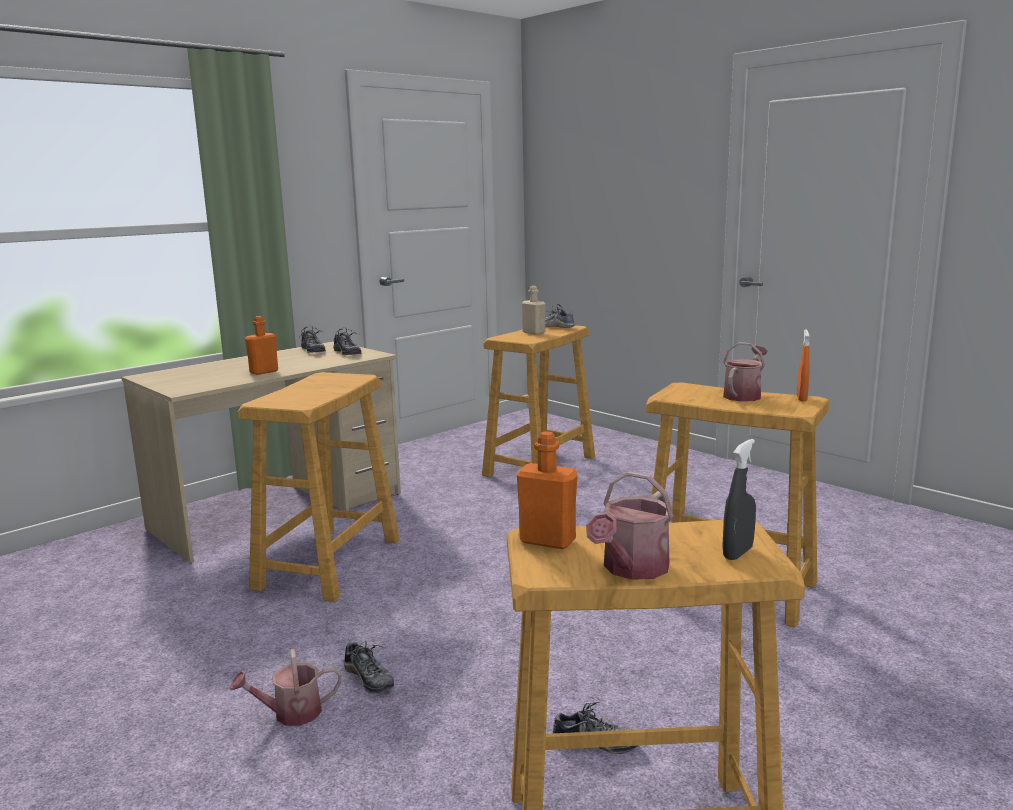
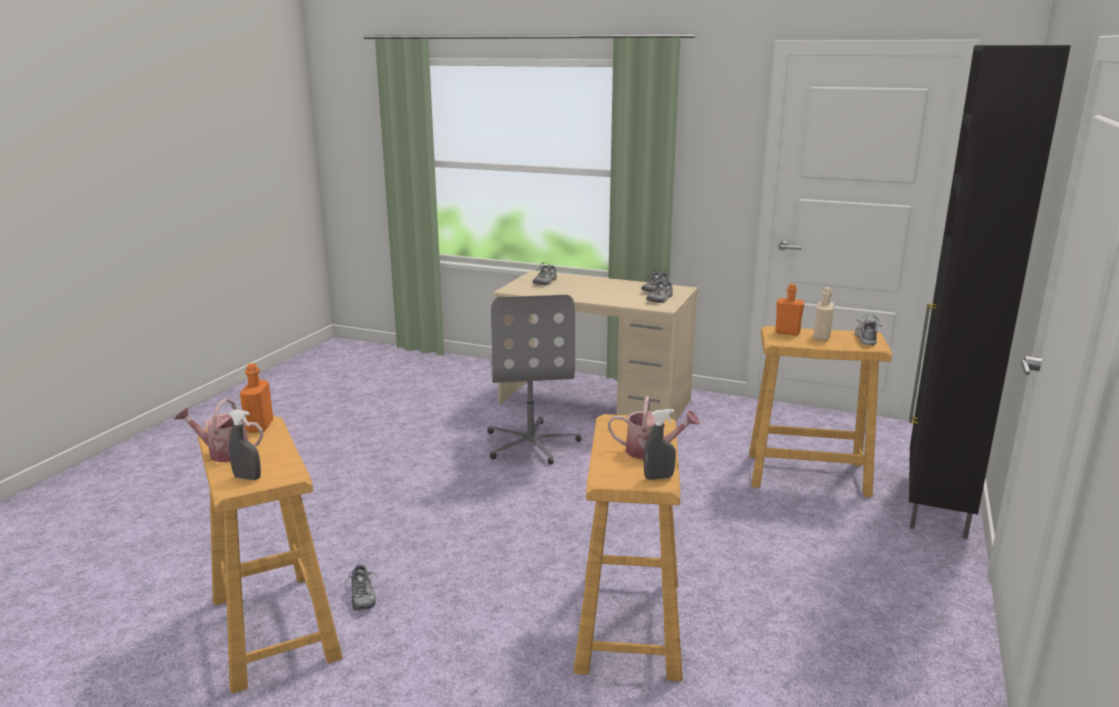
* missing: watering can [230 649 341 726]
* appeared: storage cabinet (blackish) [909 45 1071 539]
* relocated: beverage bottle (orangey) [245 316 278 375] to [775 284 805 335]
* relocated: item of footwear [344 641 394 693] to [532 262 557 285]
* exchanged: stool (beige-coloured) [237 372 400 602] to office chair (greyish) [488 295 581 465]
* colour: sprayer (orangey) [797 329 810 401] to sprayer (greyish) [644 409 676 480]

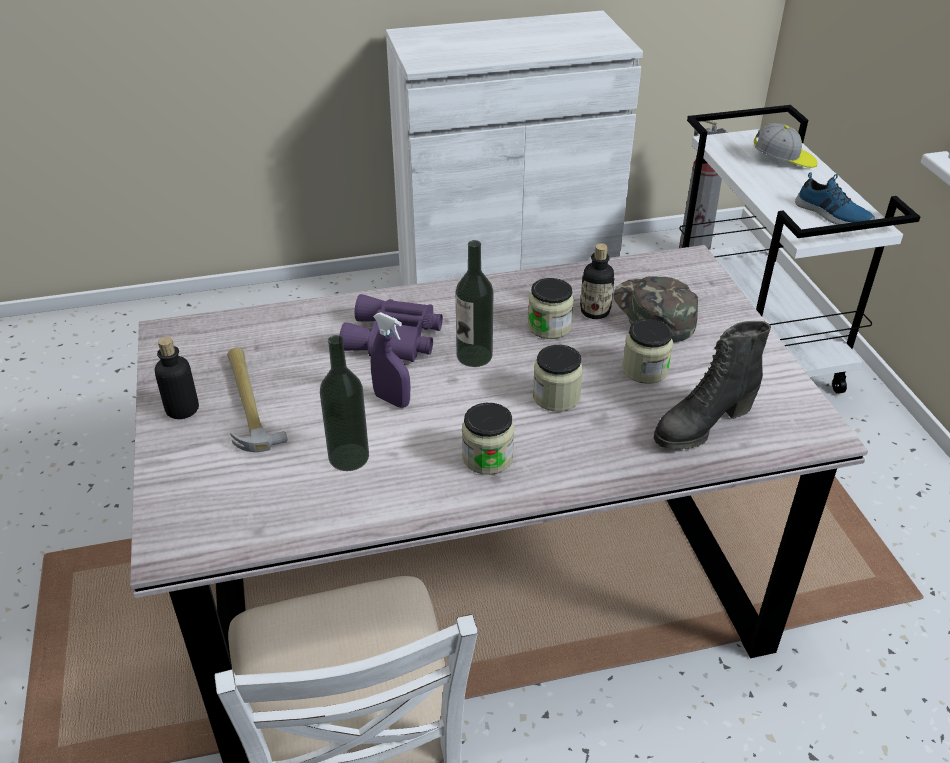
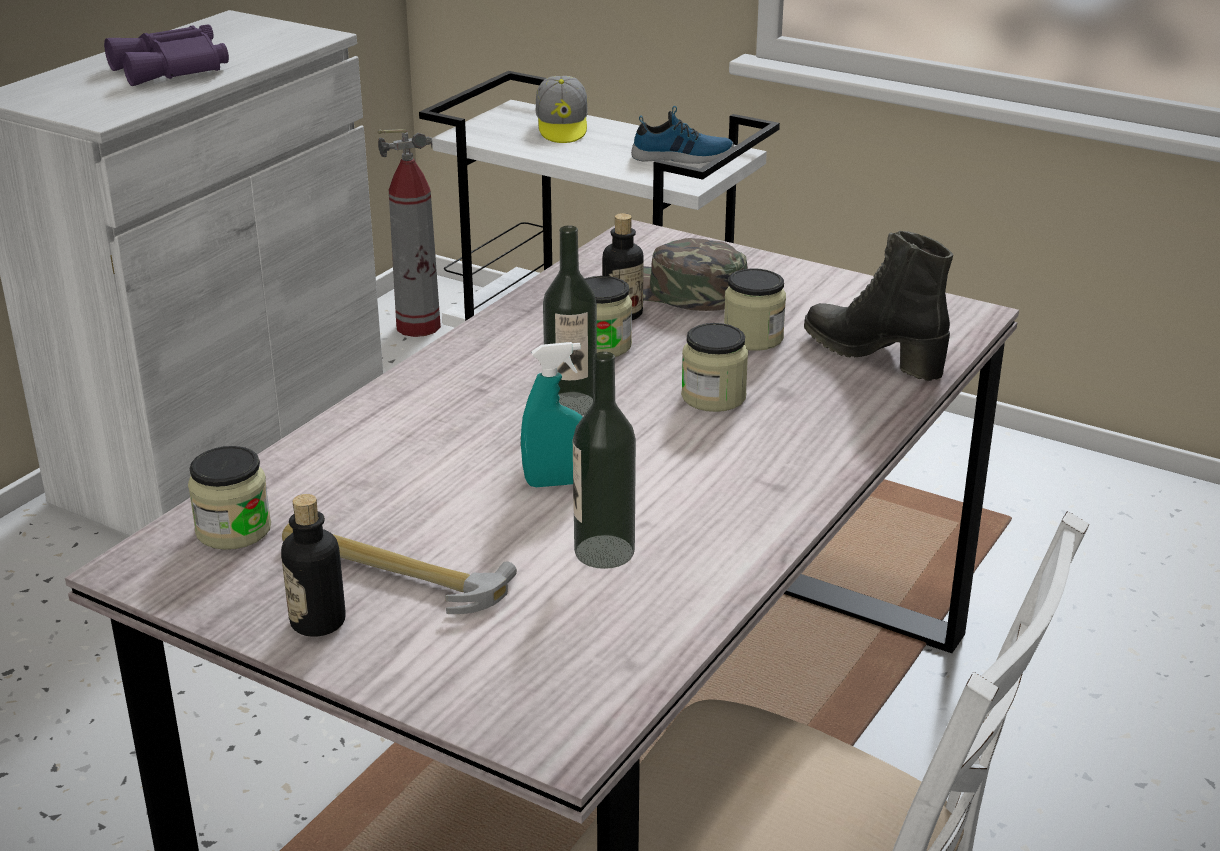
* relocated: binoculars (purple) [339 294 443 362] to [104 24 229 86]
* relocated: jar [462 403 514 475] to [188 446 271 550]
* colour: sprayer (purple) [371 312 410 408] to sprayer (turquoise) [521 342 583 487]
* spun: boot (blackish) [654 321 771 450] = [804 231 953 381] 120 degrees clockwise
* spun: cap [754 123 818 168] = [536 76 588 143] 120 degrees clockwise

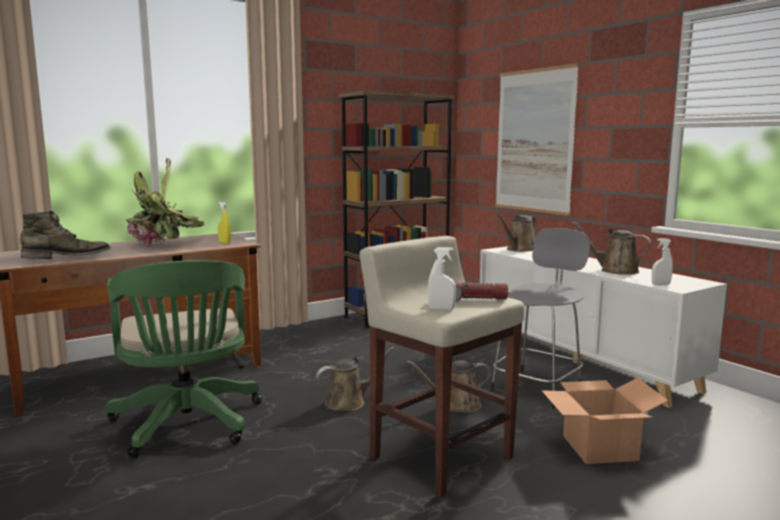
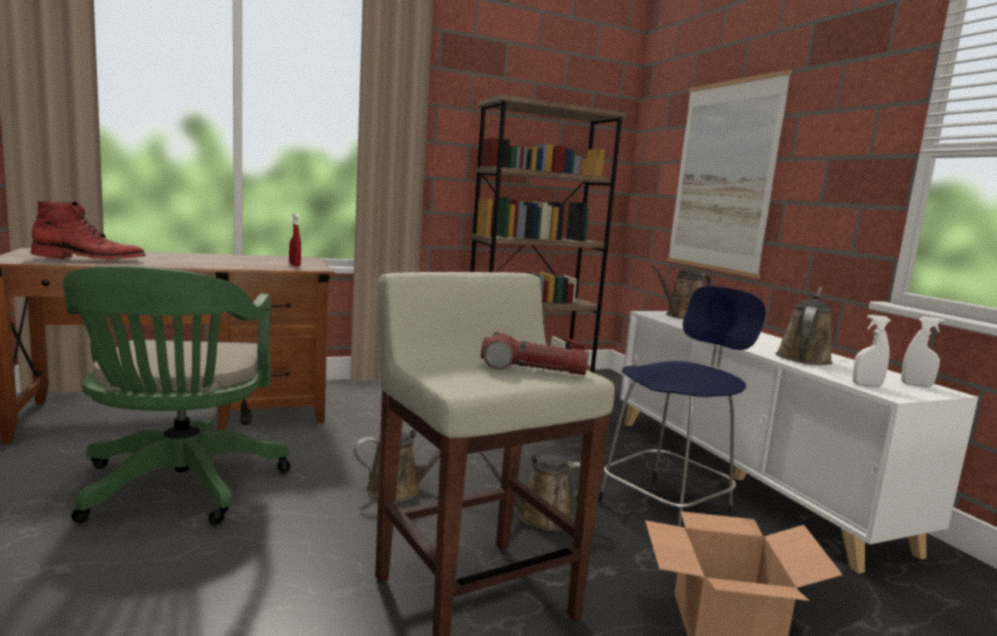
* missing: houseplant [125 158 204 247]
* relocated: sprayer (whitish) [428 247 456 310] to [901 316 945 387]
* colour: boot (green-coloured) [20 211 111 259] to boot (red) [30 200 146 259]
* colour: sprayer (yellow) [218 202 231 244] to sprayer (red) [289 214 301 266]
* colour: stool (greyish) [490 228 590 409] to stool (bluish) [598 286 766 527]
* spun: watering can (brown-coloured) [572 222 652 275] = [776 287 833 365] 75 degrees clockwise

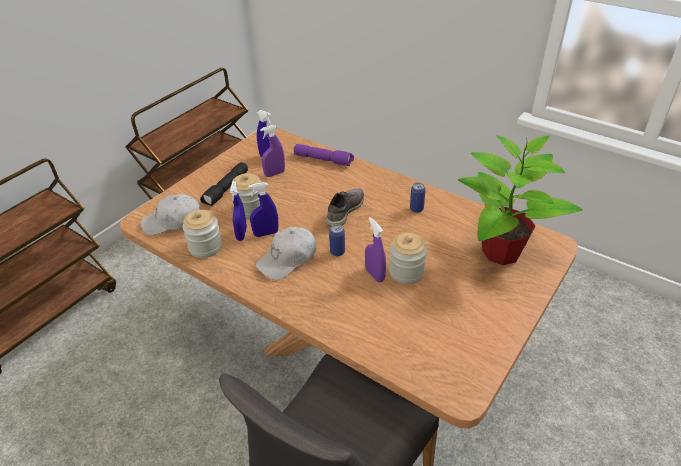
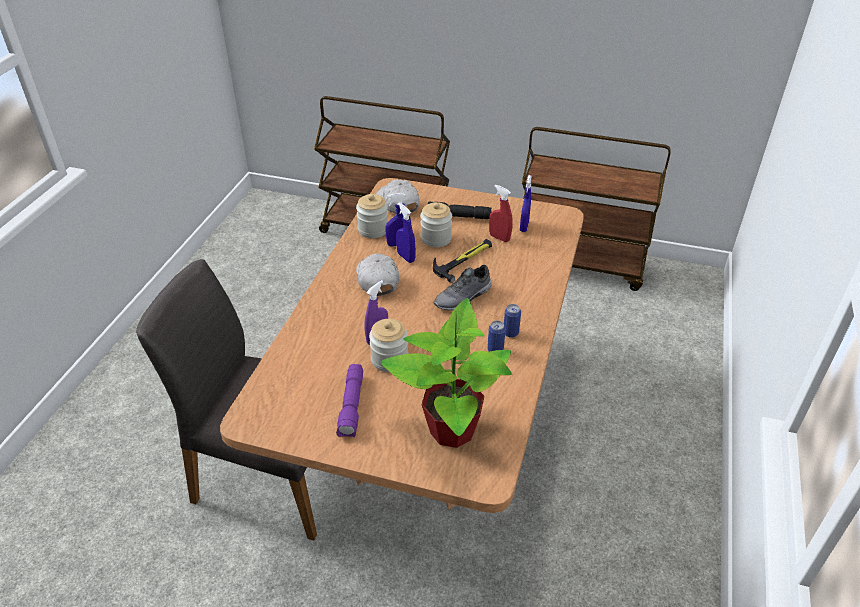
* appeared: hand hammer [433 239 492 283]
* relocated: hand torch (purple) [293 144 354 166] to [337 364 363 437]
* relocated: metal can [329 224 345 256] to [504 304 521 338]
* colour: sprayer (purple) [260 125 285 177] to sprayer (red) [489 185 513 242]
* spun: cap (whitish) [256 227 317 280] = [356 253 399 296] 45 degrees clockwise
* spun: item of footwear (greyish) [326 189 364 227] = [434 265 492 311] 135 degrees clockwise

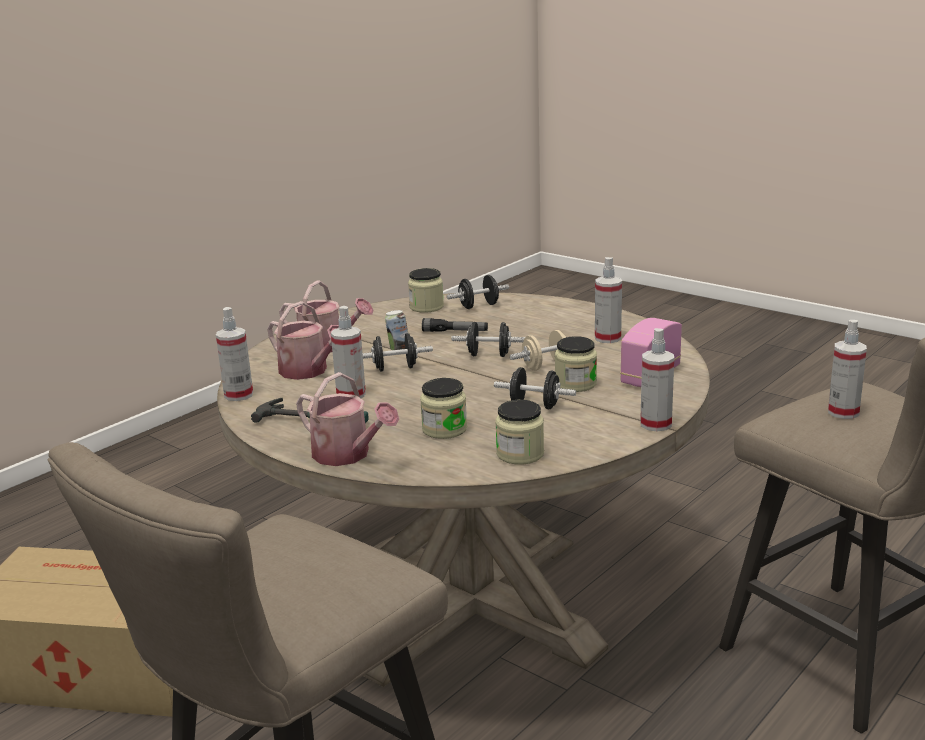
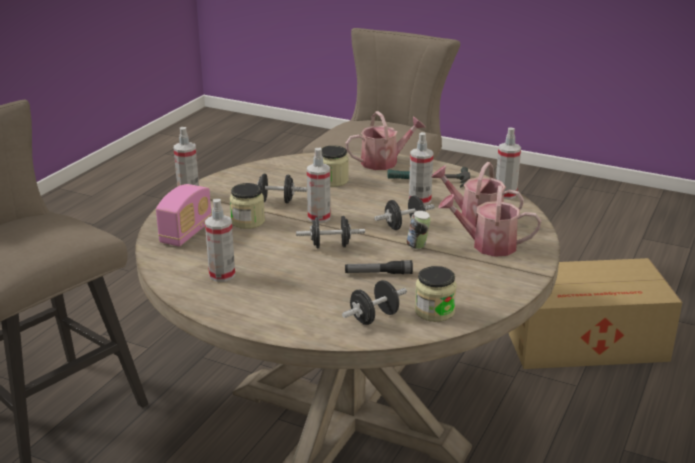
* missing: jar [495 400 544 465]
* missing: hand weight (beige-coloured) [510 330 566 371]
* relocated: sprayer [828 320 867 419] to [307 148 331 223]
* spun: watering can [296 372 399 466] = [346 111 425 170] 135 degrees clockwise

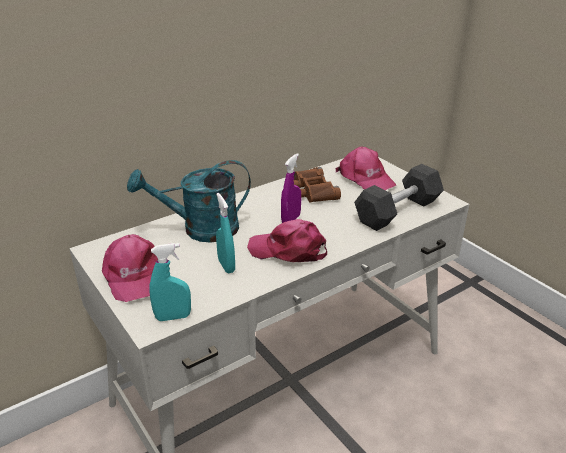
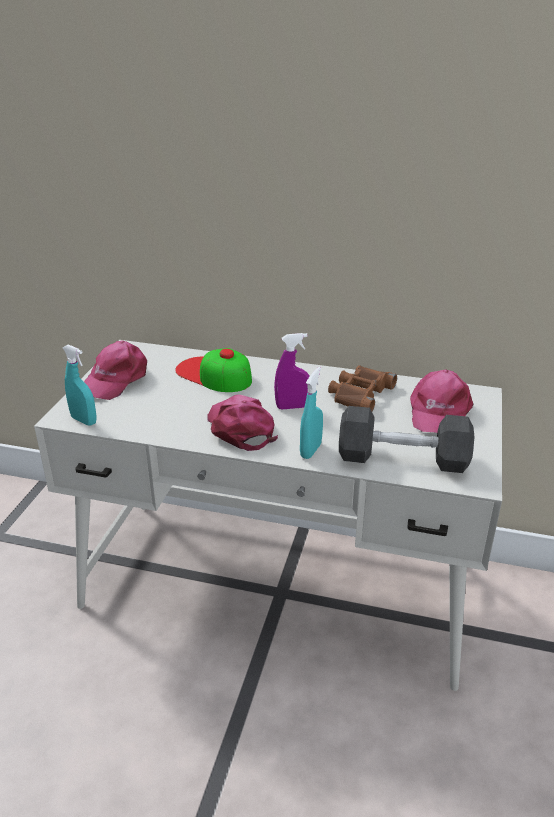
* relocated: sprayer (turquoise) [216 193 235 273] to [300 367 323 459]
* exchanged: watering can (turquoise) [127 160 251 243] to cap [175 348 252 392]

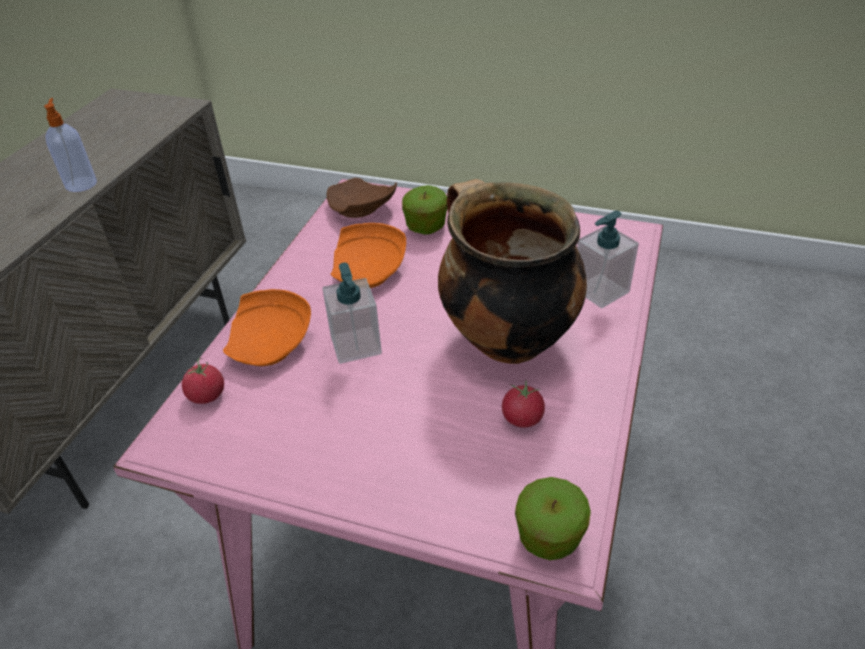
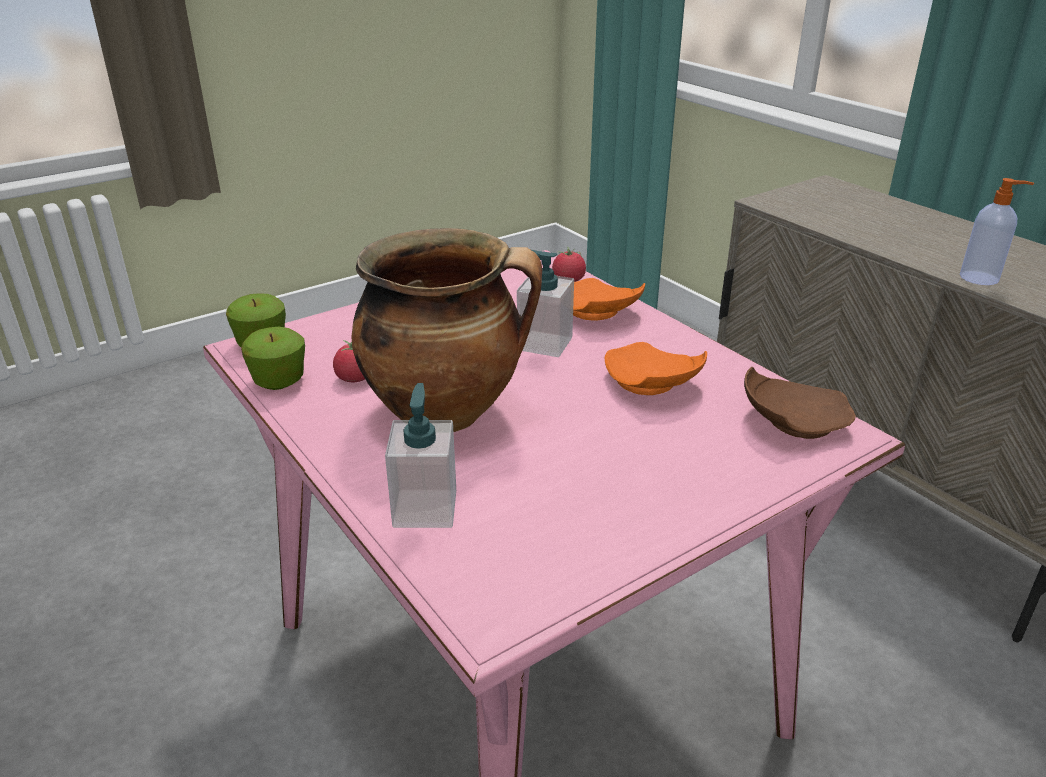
* relocated: apple fruit [402 185 447 234] to [241 327 305 390]

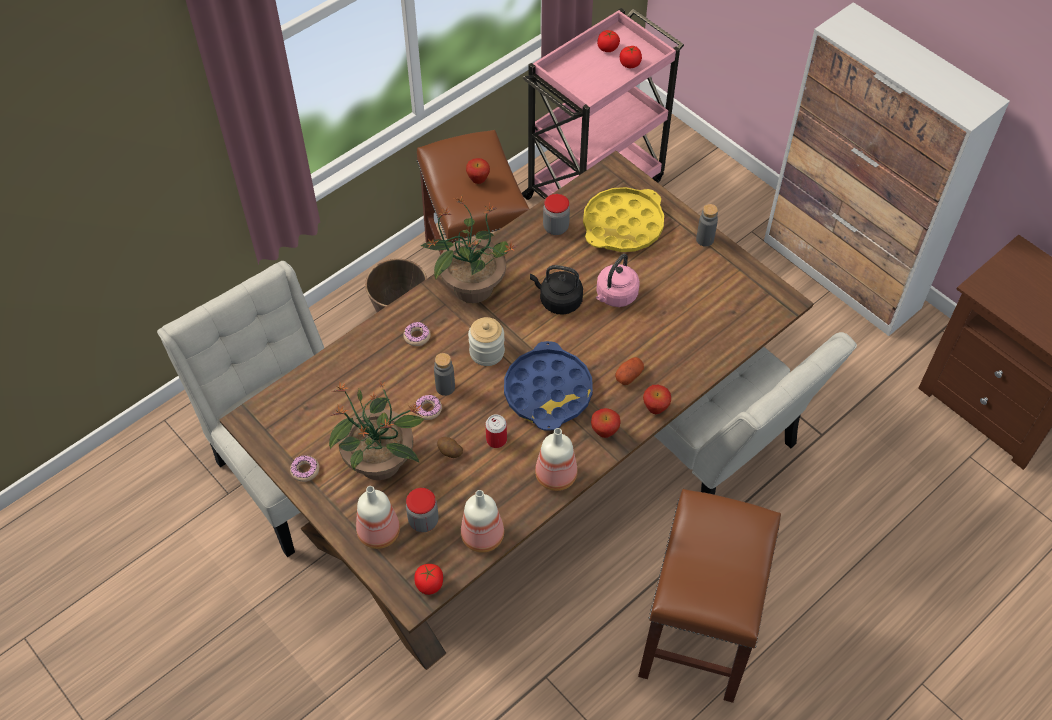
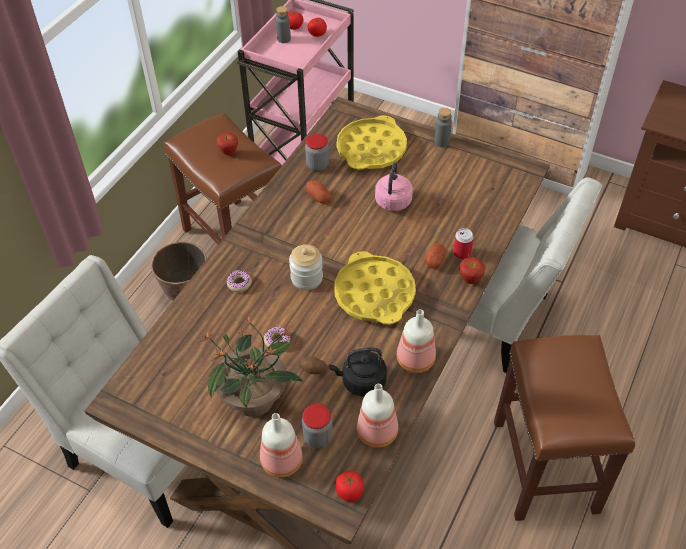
* missing: doughnut [290 455 319 482]
* missing: houseplant [421 196 518 303]
* missing: apple fruit [591 408 620 438]
* appeared: whole potato [306 180 331 203]
* relocated: beverage bottle (greyish) [434 353 455 396] to [276 6 291 43]
* relocated: metal can [485 414 507 448] to [453 228 474 259]
* relocated: tea kettle (blackish) [530 265 583 315] to [329 347 387 396]
* colour: serving tray (bluish) [504 341 593 431] to serving tray (yellow) [334 251 416 325]

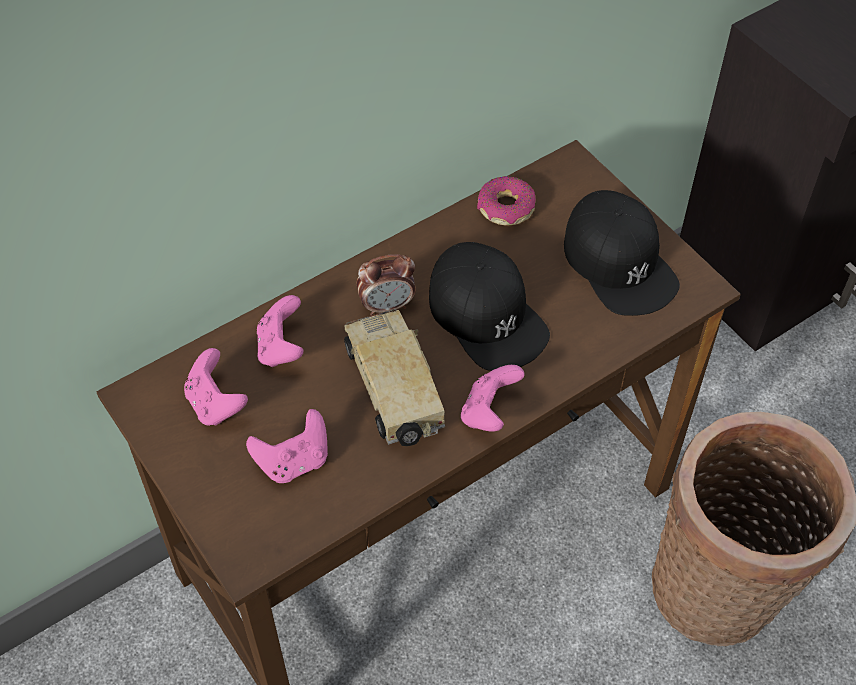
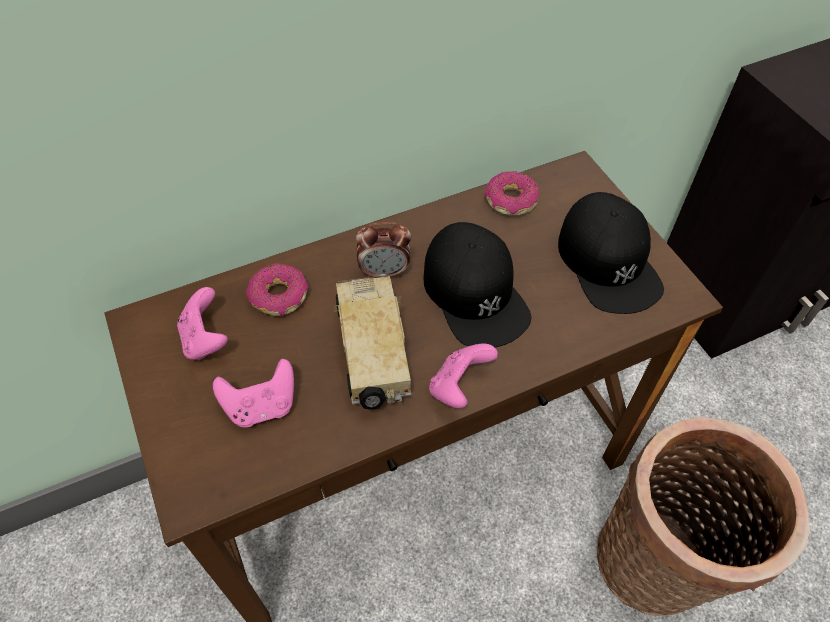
* exchanged: joypad (pink-coloured) [257 295 304 367] to doughnut [246 264 309 316]

